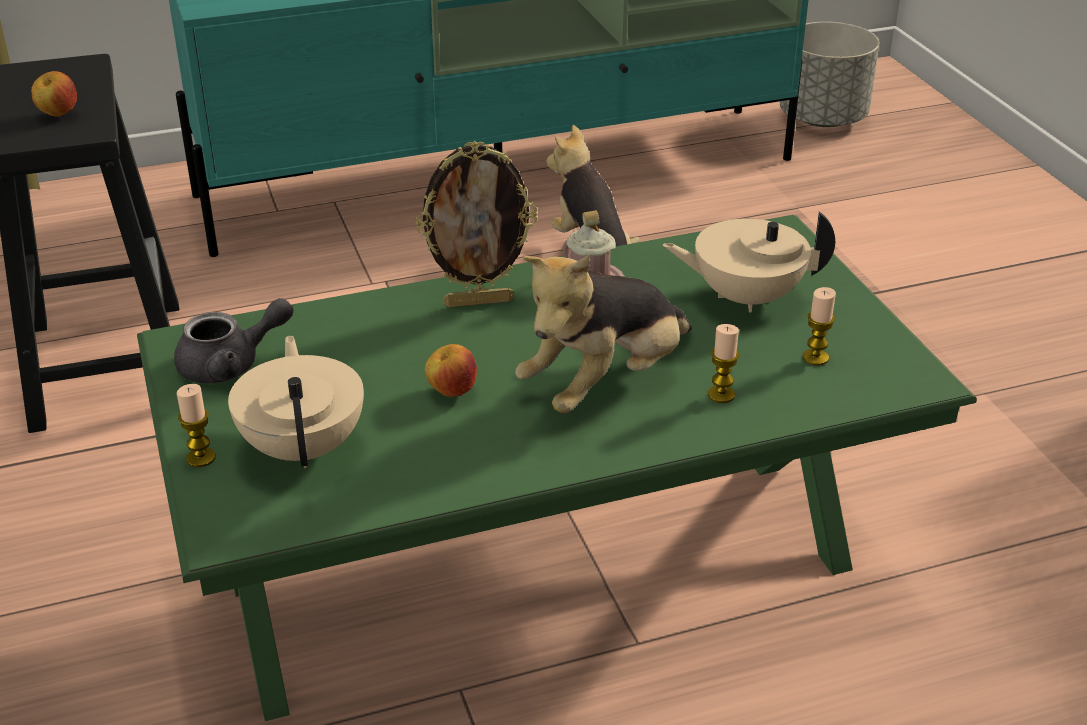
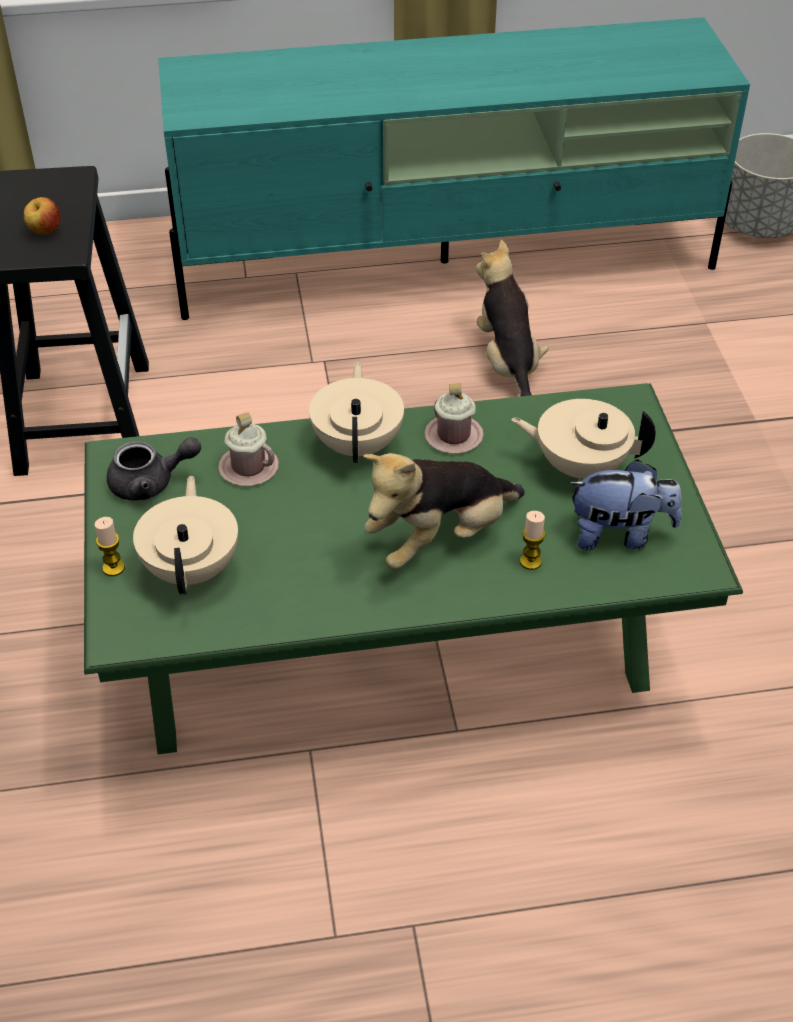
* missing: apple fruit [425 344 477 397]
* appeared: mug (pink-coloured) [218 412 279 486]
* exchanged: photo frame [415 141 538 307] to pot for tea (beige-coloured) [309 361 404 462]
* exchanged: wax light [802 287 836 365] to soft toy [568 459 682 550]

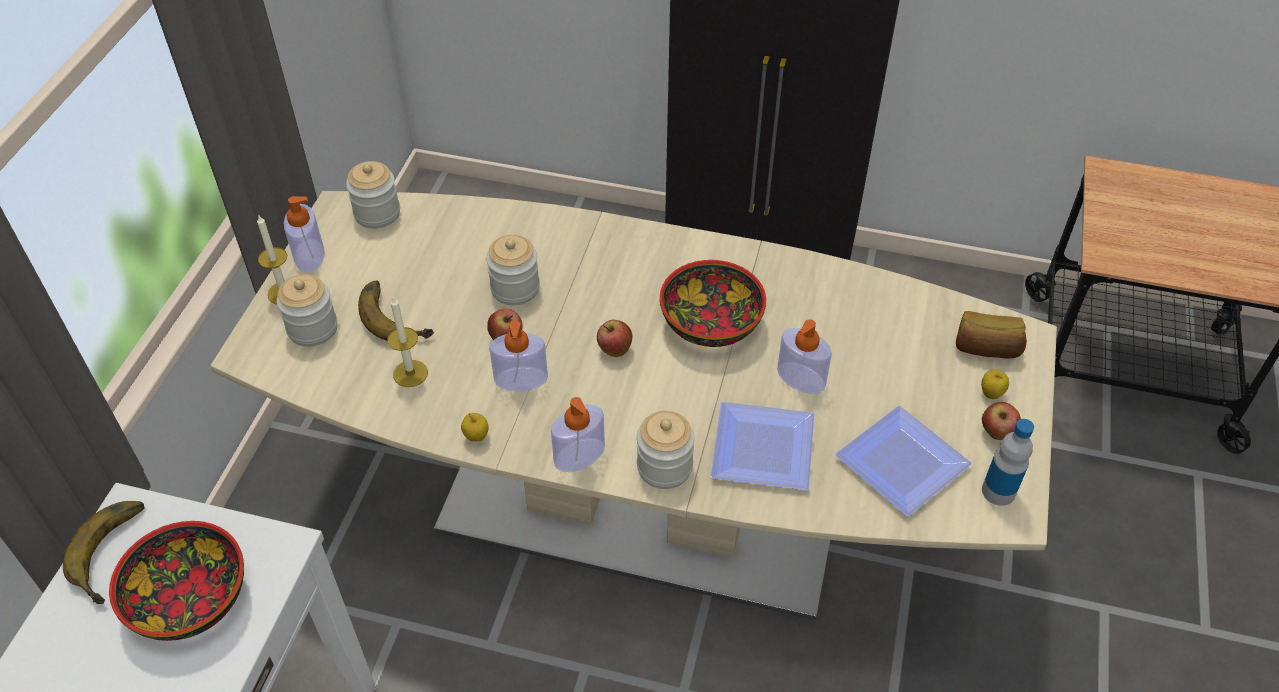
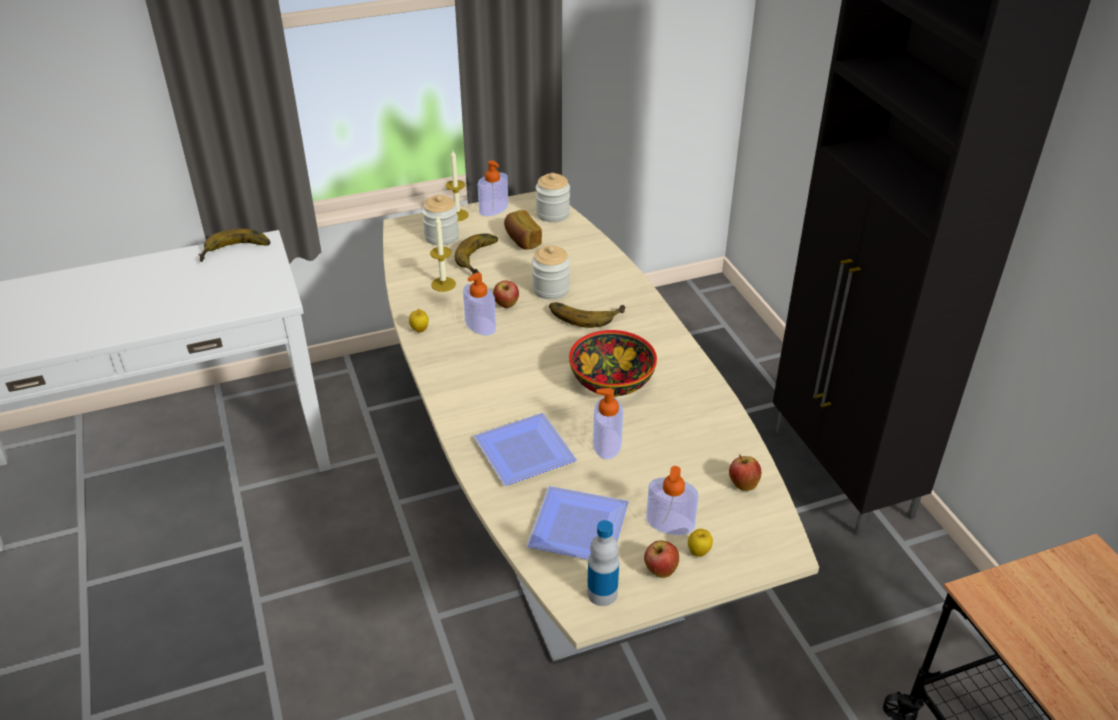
* missing: deep dish [109 521 244 641]
* missing: jar [637 411 695 489]
* appeared: whole banana [549 302 626 328]
* relocated: soap bottle [551 397 605 472] to [646 466 698 535]
* relocated: apple fruit [597 320 632 357] to [729 454 761 491]
* relocated: bakery bread [956 311 1027 358] to [504 210 542 250]

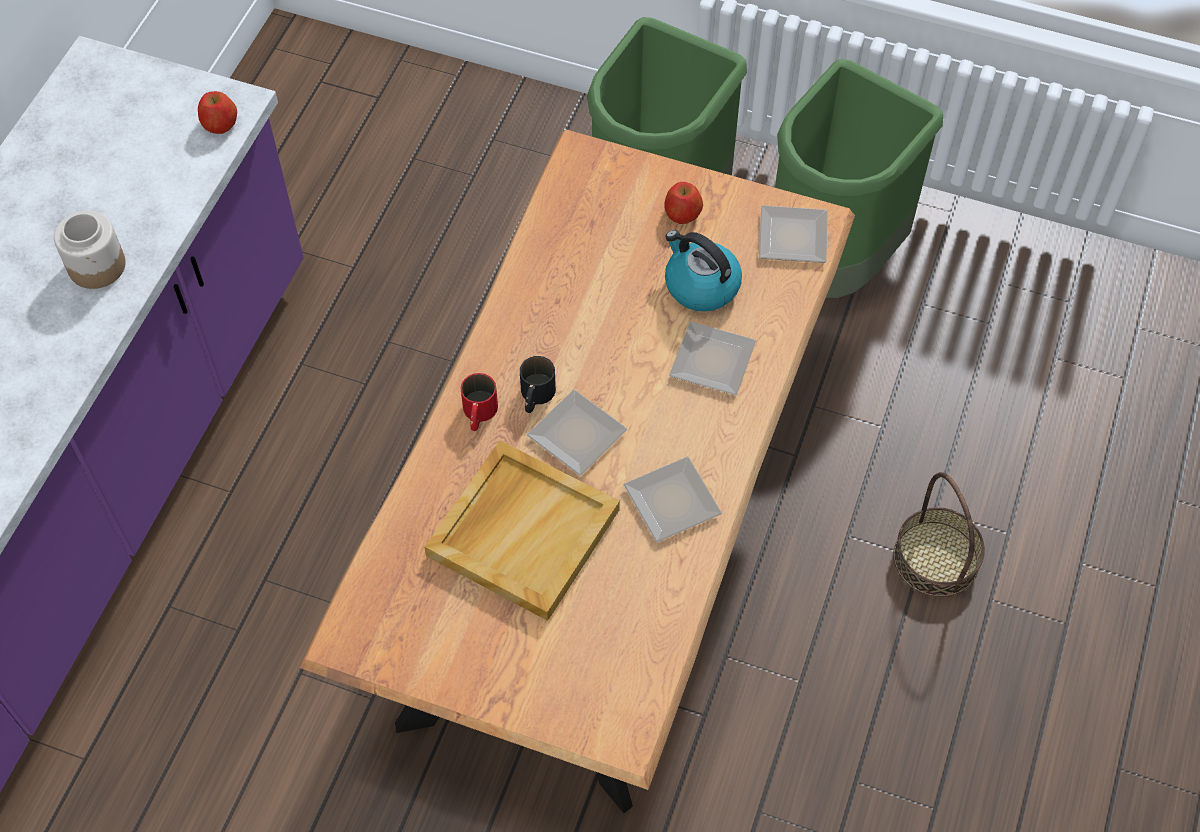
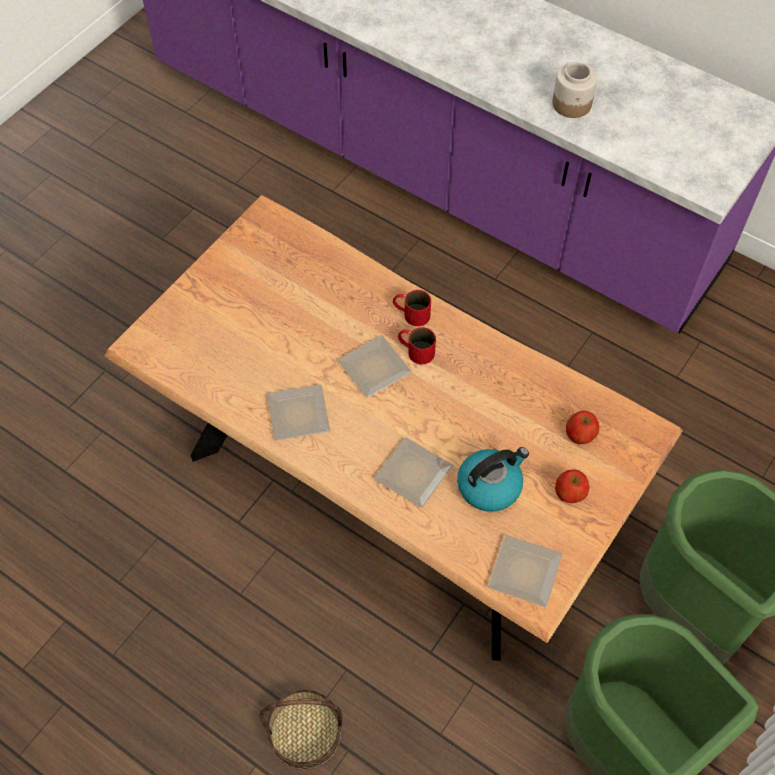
* missing: serving tray (beige-coloured) [424 441 620 621]
* relocated: apple fruit [198 91 237 134] to [566 410 599 444]
* colour: mug (blackish) [520 356 556 413] to mug (red) [398 327 436 364]

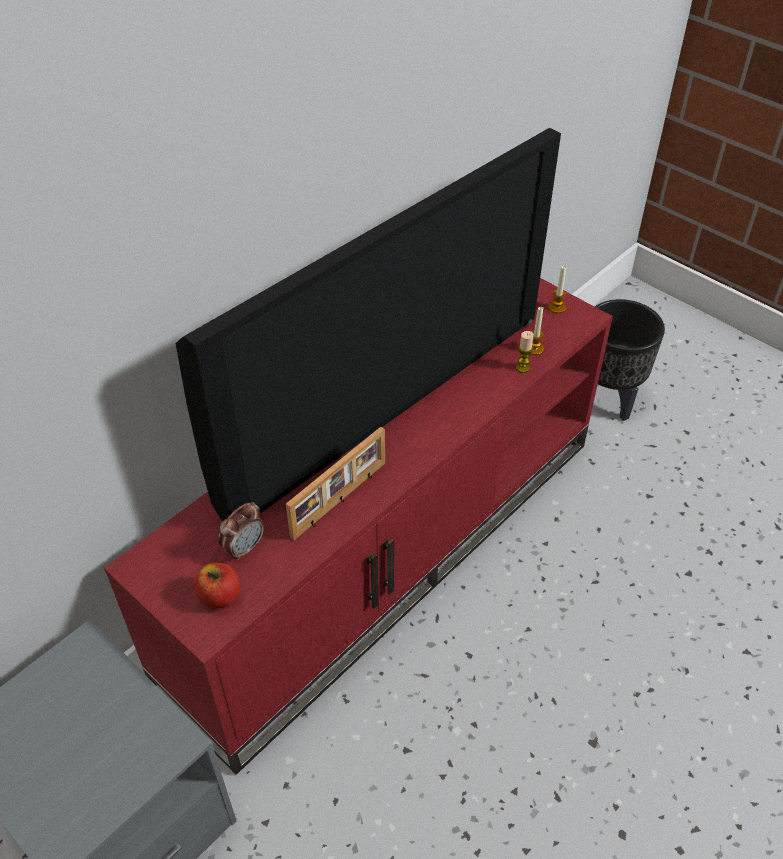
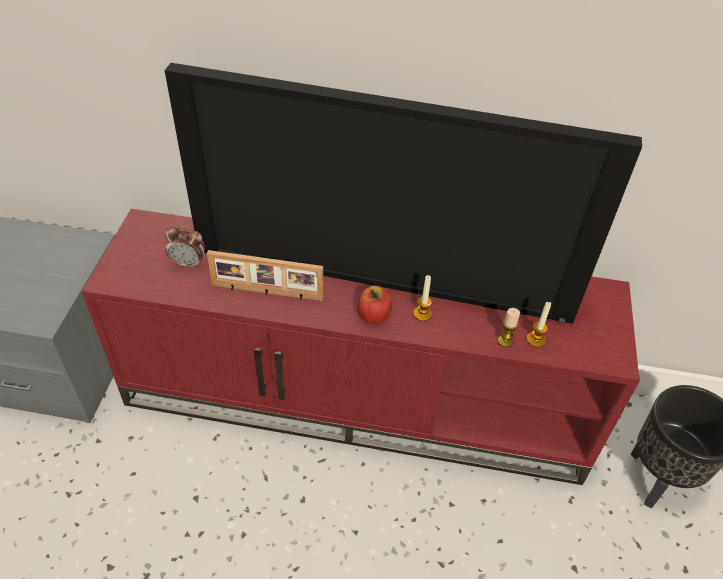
* relocated: apple fruit [194 563 240 608] to [357 286 393 324]
* relocated: wax light [548 266 566 313] to [413 275 432 321]

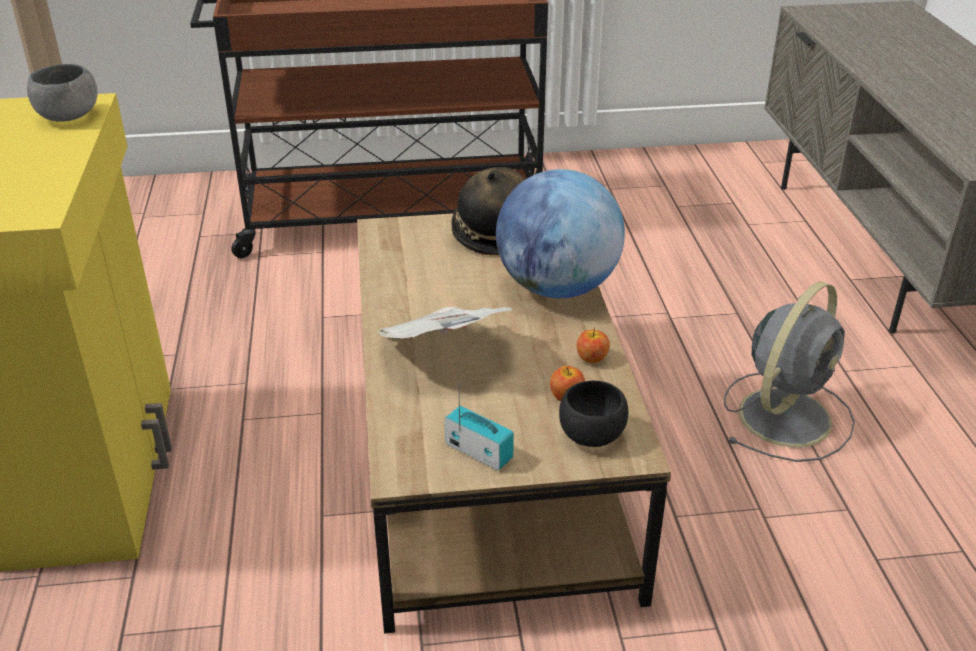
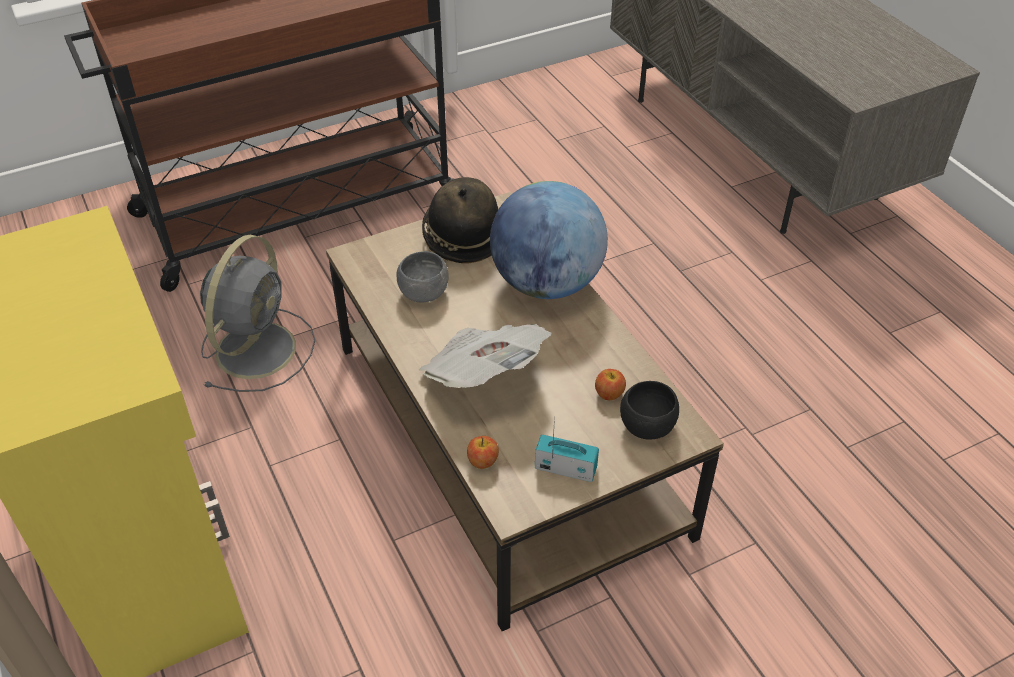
* relocated: deep dish (greyish) [27 64 98 122] to [396 251 449 302]
* relocated: apple fruit [577 327 610 363] to [467 436 499 469]
* relocated: fan (greyish) [724 281 855 462] to [200 235 315 392]

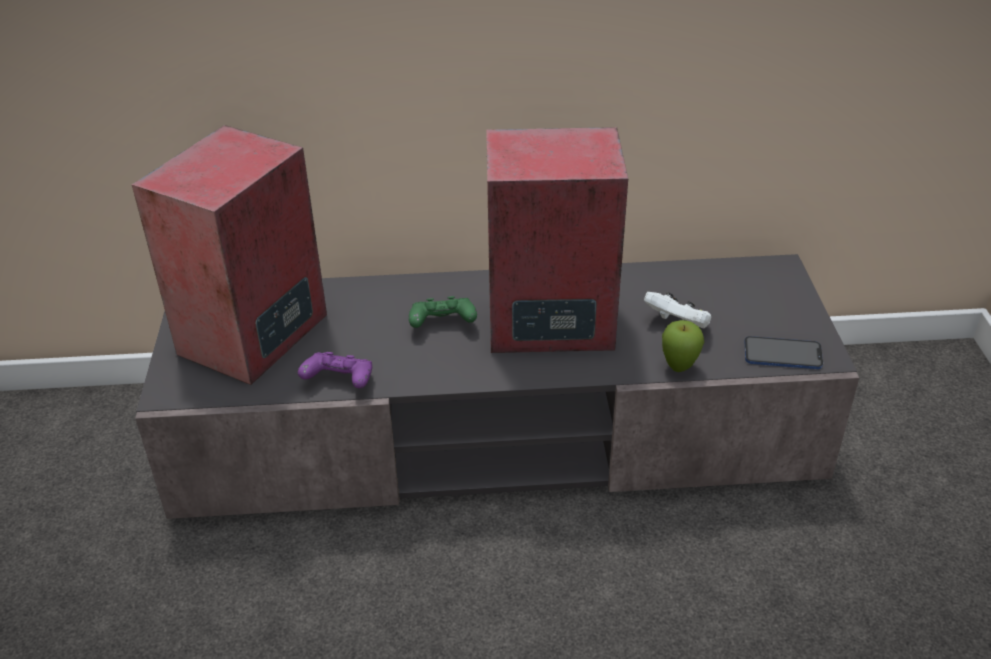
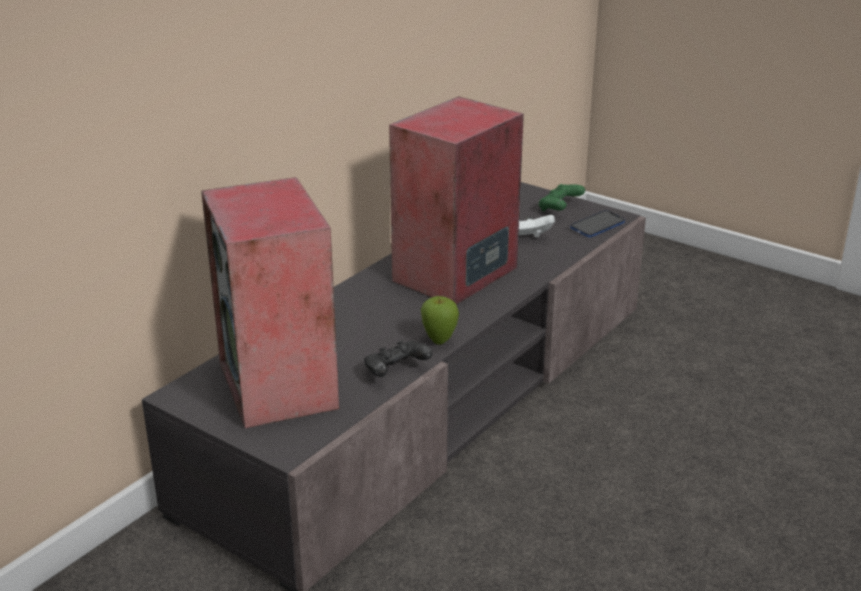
* relocated: joypad (green-coloured) [409 296 477 328] to [539 184 585 212]
* relocated: apple fruit [662 320 704 372] to [421 296 459 345]
* colour: joypad (purple) [298 352 372 388] to joypad (blackish) [364 340 433 377]

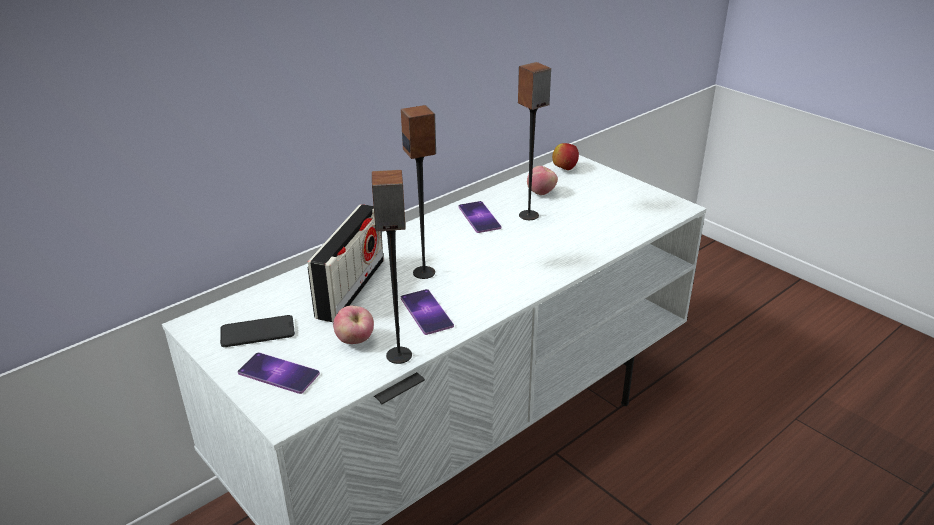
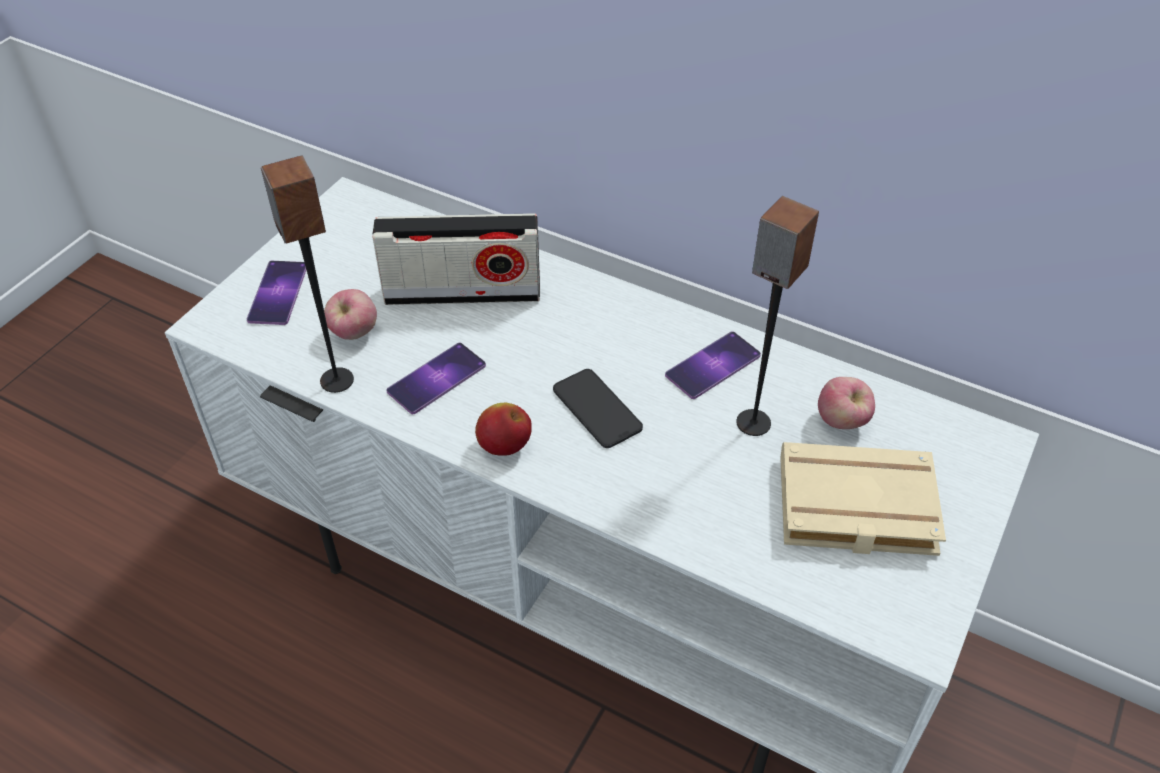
* missing: audio speaker [401 105 436 279]
* appeared: book (beige-coloured) [780 442 946 556]
* relocated: phone [220 315 295 347] to [553 369 643 448]
* relocated: apple fruit [552 143 579 170] to [475 403 532 456]

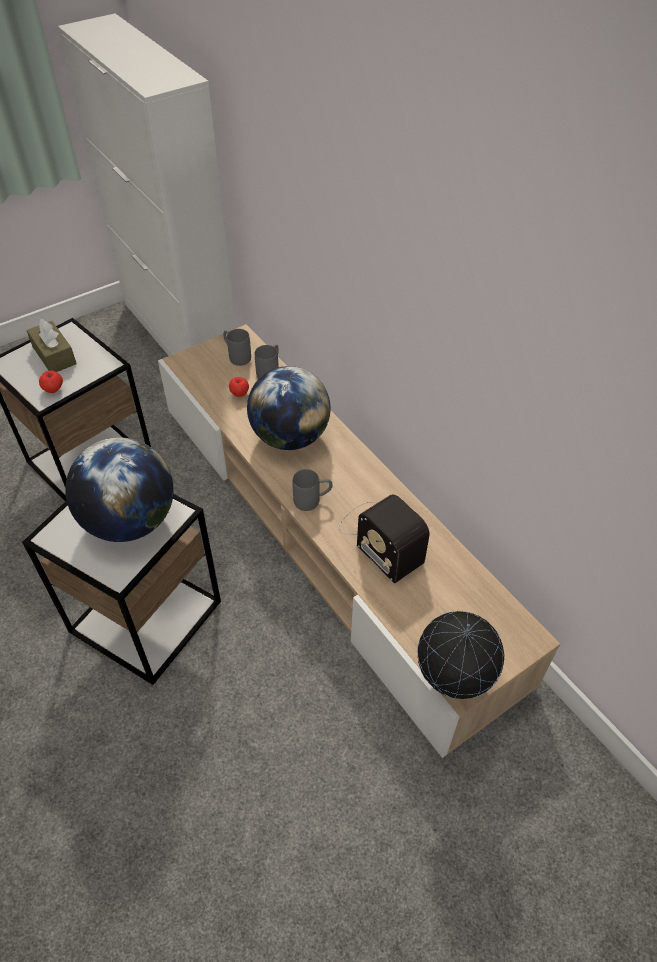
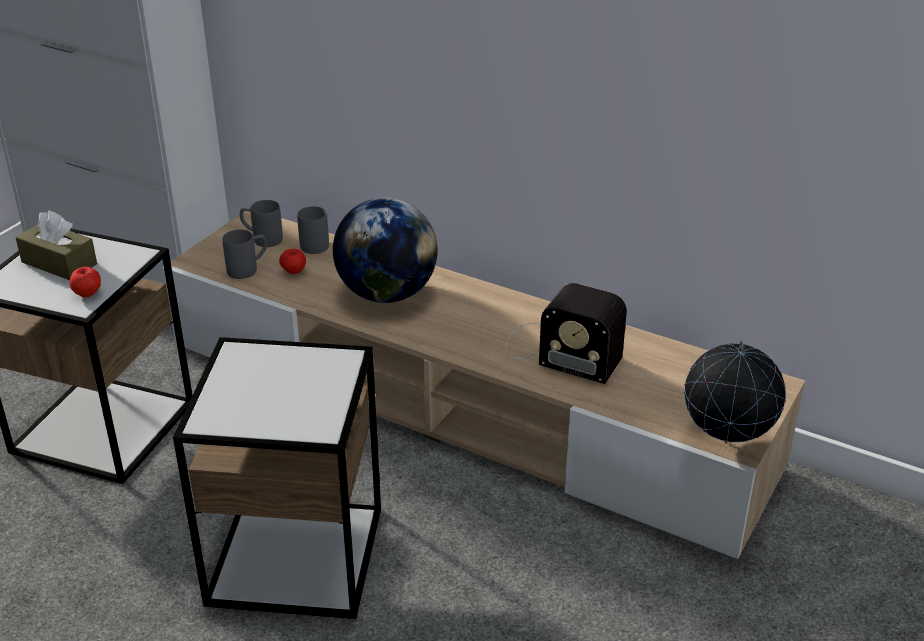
* missing: globe [65 437 174 542]
* relocated: mug (greyish) [293 469 333 511] to [223 230 267 279]

